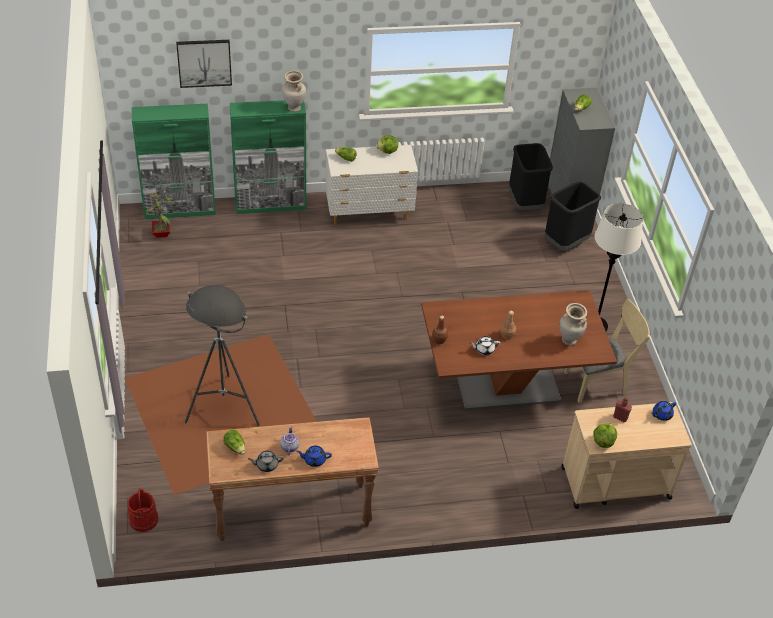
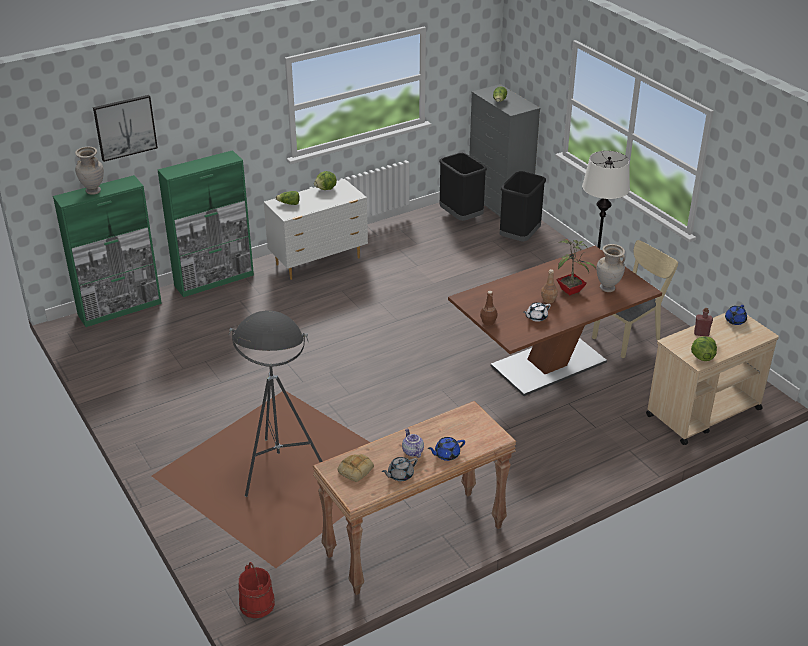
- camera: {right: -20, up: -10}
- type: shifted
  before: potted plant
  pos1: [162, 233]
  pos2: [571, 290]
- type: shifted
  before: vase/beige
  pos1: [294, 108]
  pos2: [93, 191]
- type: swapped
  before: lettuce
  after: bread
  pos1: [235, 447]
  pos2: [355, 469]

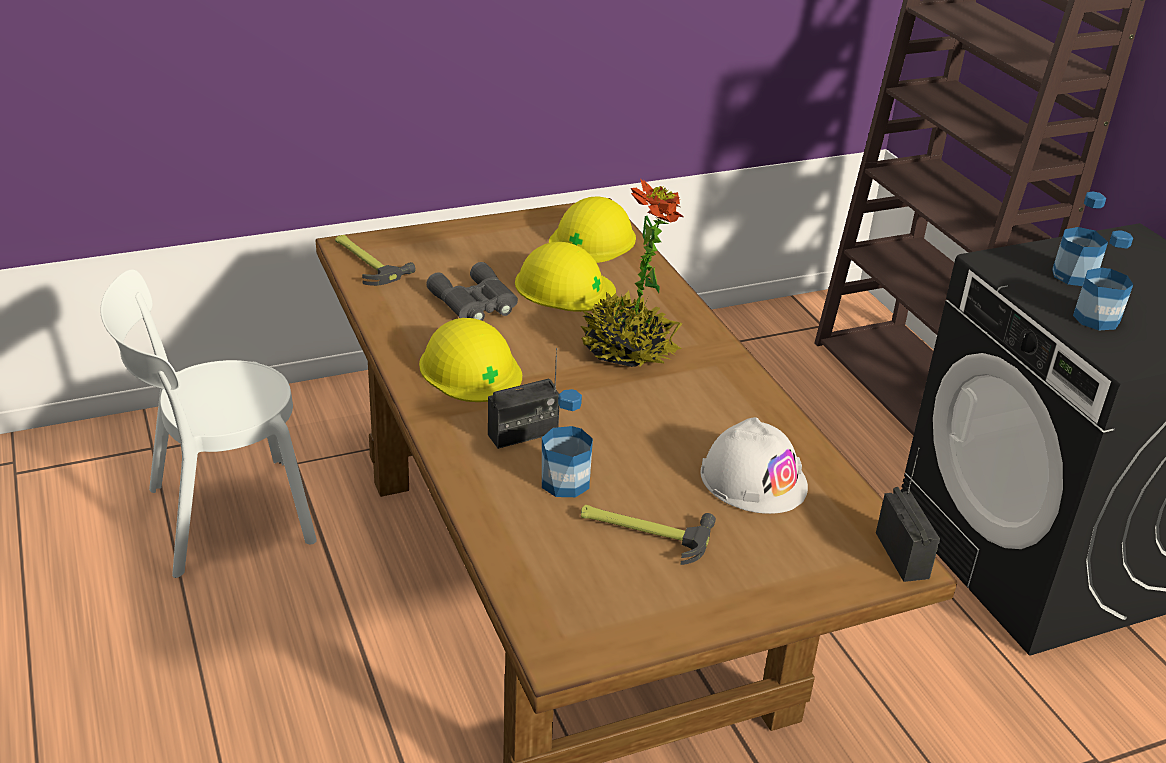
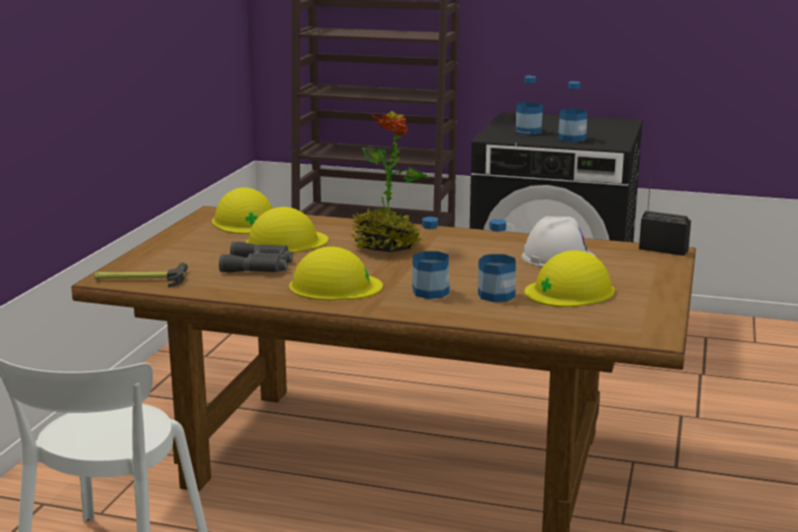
- camera: {right: -50, up: -15}
- type: swapped
  before: radio
  after: bottle
  pos1: [523, 434]
  pos2: [431, 292]
- type: swapped
  before: hammer
  after: hard hat/yellow
  pos1: [643, 531]
  pos2: [570, 291]

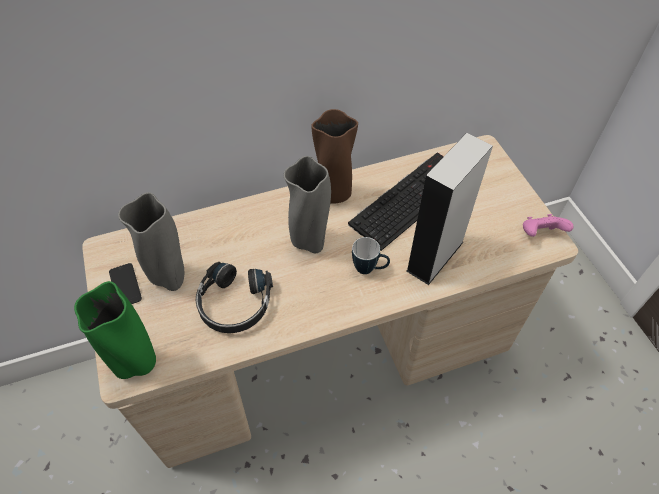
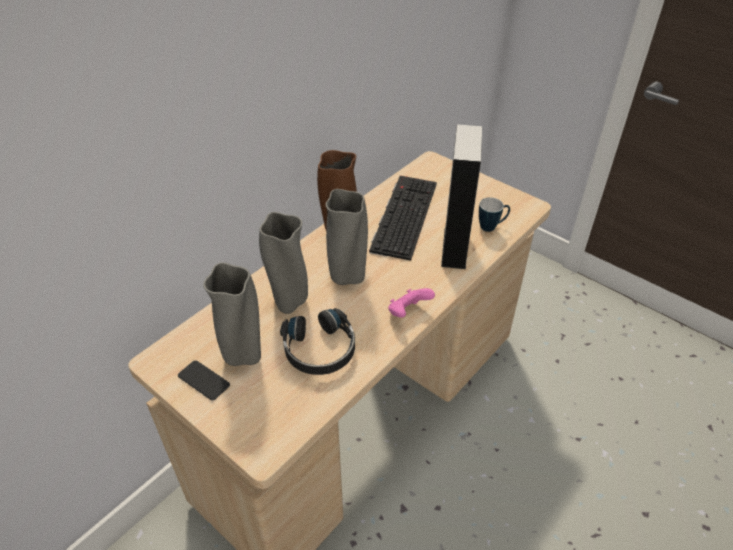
- camera: {right: -30, up: -10}
- type: gone
  before: vase/green
  pos1: [136, 364]
- type: new
  after: vase/grey
  pos2: [289, 303]
- type: shifted
  before: mug
  pos1: [369, 269]
  pos2: [491, 227]
- type: shifted
  before: game controller/pink
  pos1: [540, 234]
  pos2: [408, 312]

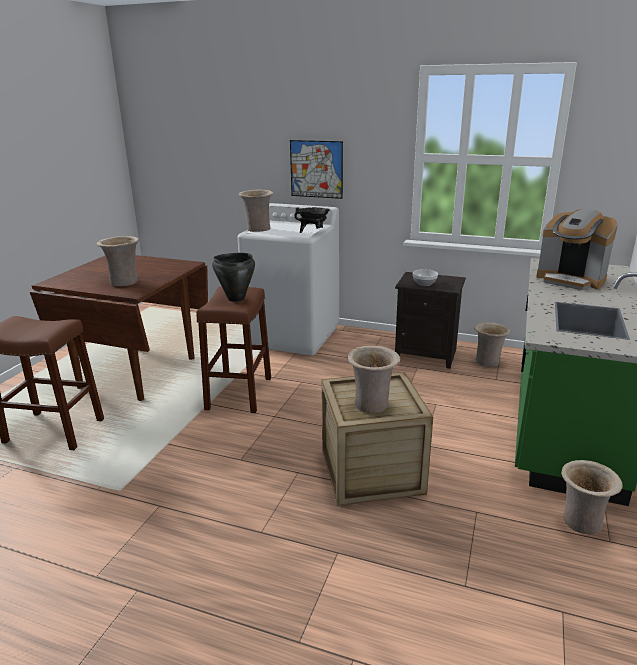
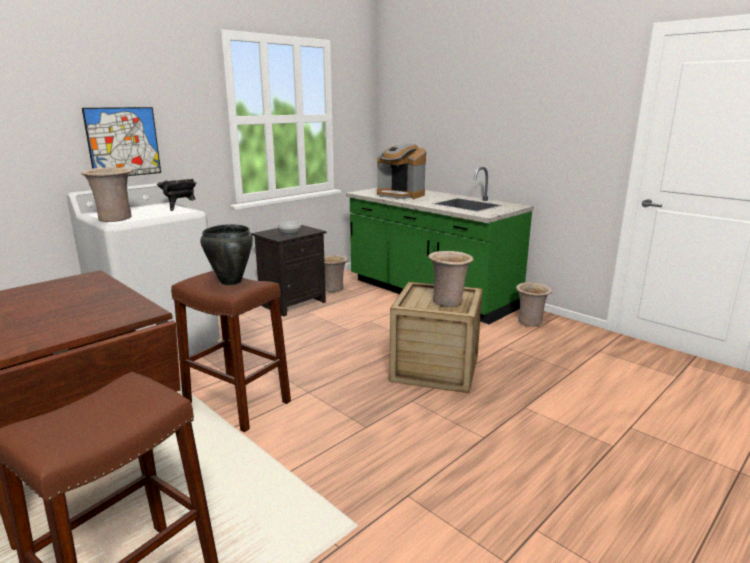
- camera: {right: -65, up: -5}
- type: gone
  before: vase/beige
  pos1: [124, 282]
- type: rotated
  before: coffee machine
  pos1: [570, 280]
  pos2: [400, 195]
  turn: 60

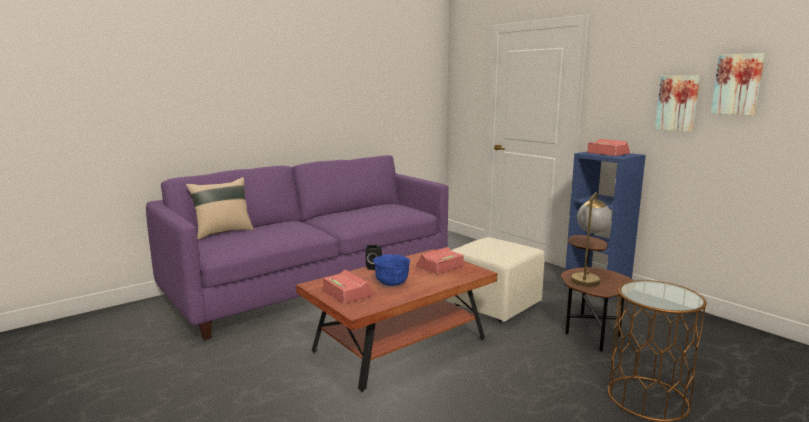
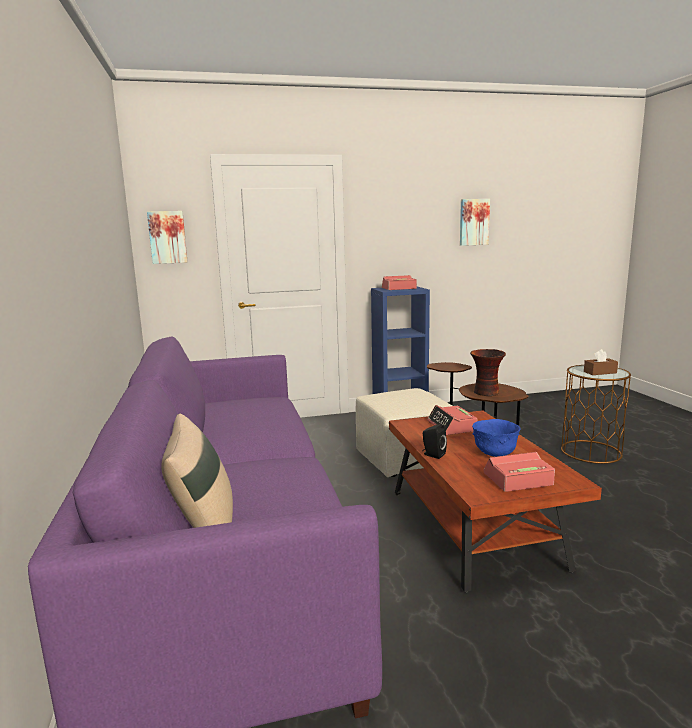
- camera: {right: -65, up: 0}
- type: new
  after: tissue box/brown
  pos2: [600, 372]
- type: shifted
  before: picture
  pos1: [678, 103]
  pos2: [167, 237]
- type: swapped
  before: table lamp
  after: vase
  pos1: [587, 278]
  pos2: [486, 392]

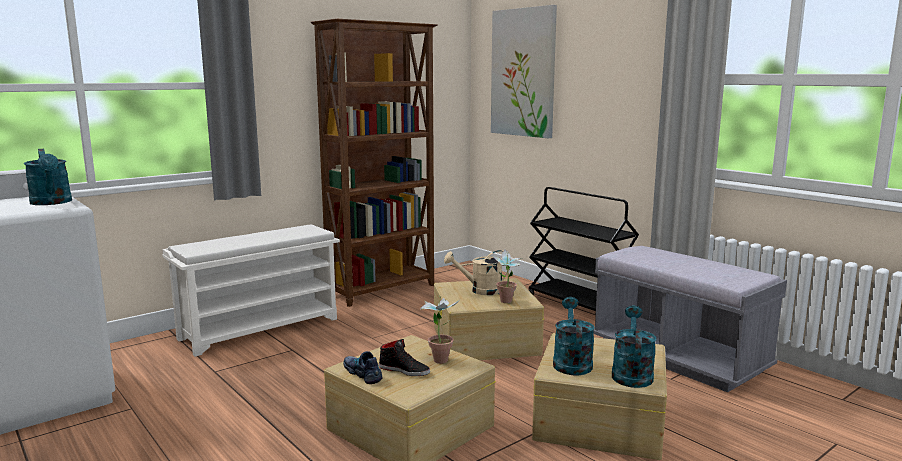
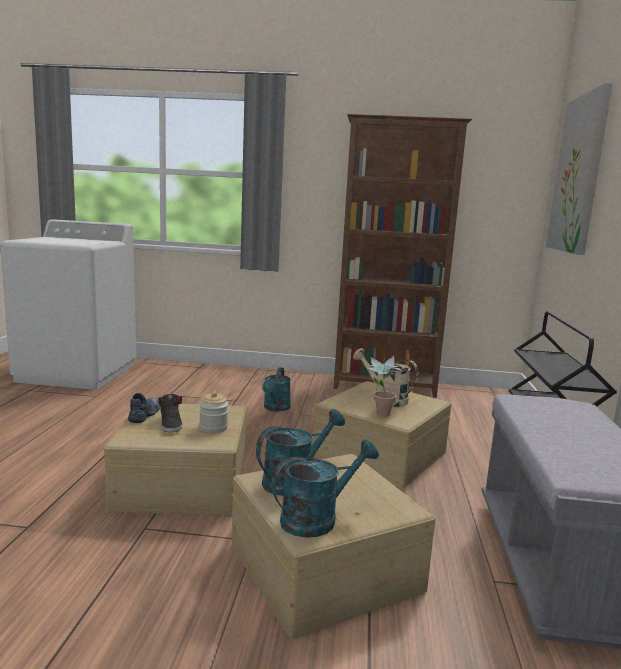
- camera: {right: 45, up: 0}
- type: gone
  before: shoe rack/white
  pos1: [261, 328]
- type: shifted
  before: watering can/turquoise
  pos1: [52, 203]
  pos2: [275, 408]
- type: swapped
  before: potted plant
  after: jar
  pos1: [440, 358]
  pos2: [213, 428]

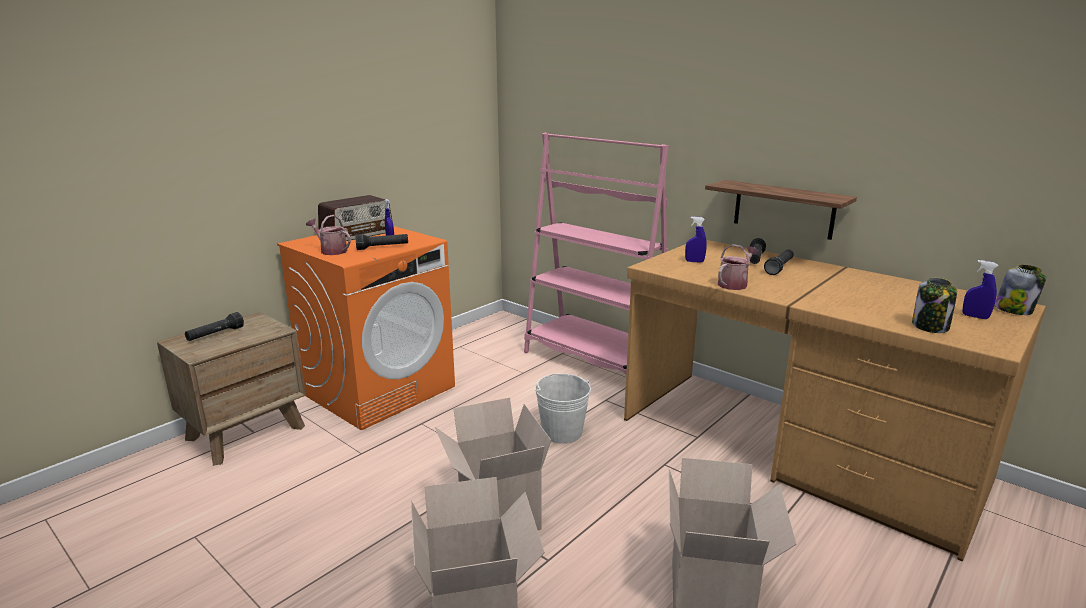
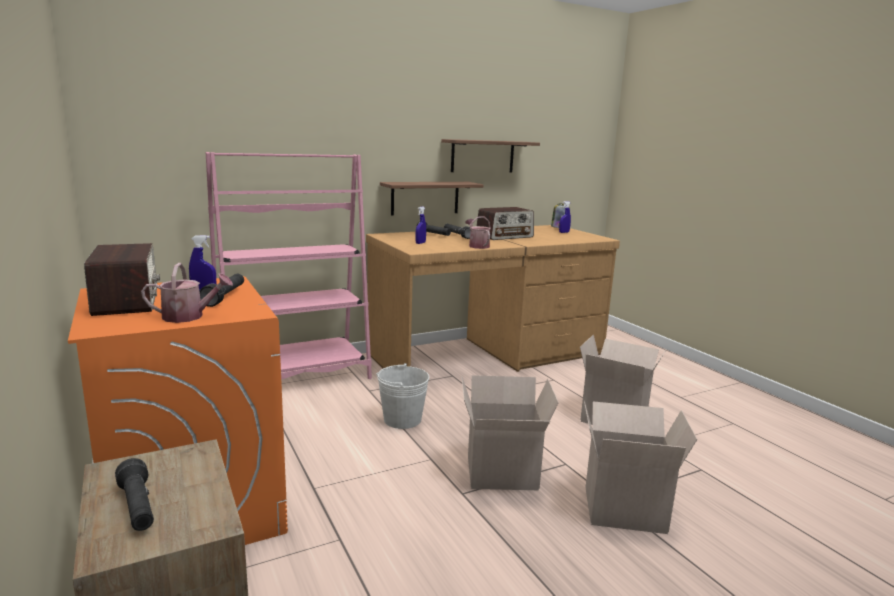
- camera: {right: -70, up: -5}
- type: gone
  before: jar
  pos1: [930, 326]
- type: new
  after: shelf
  pos2: [482, 156]
- type: new
  after: radio
  pos2: [505, 236]
- type: rotated
  before: watering can
  pos1: [331, 251]
  pos2: [189, 316]
  turn: -150

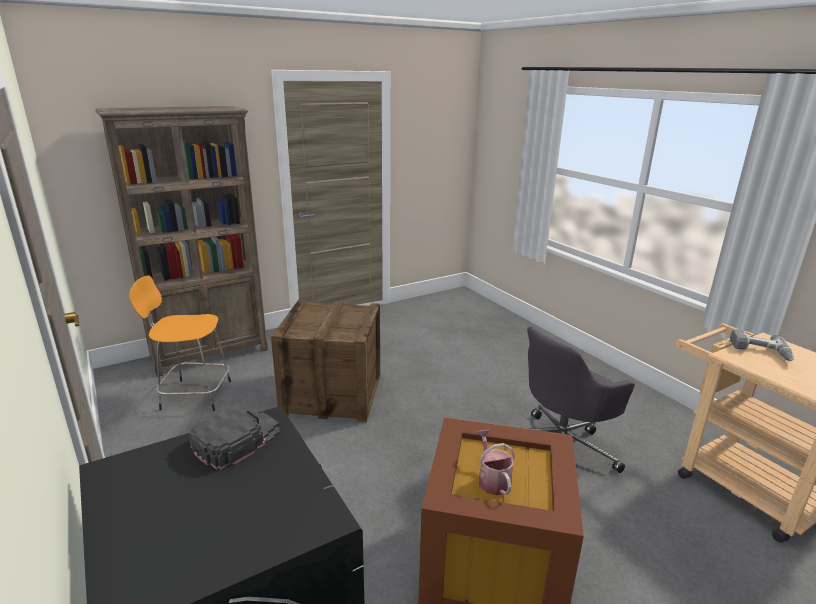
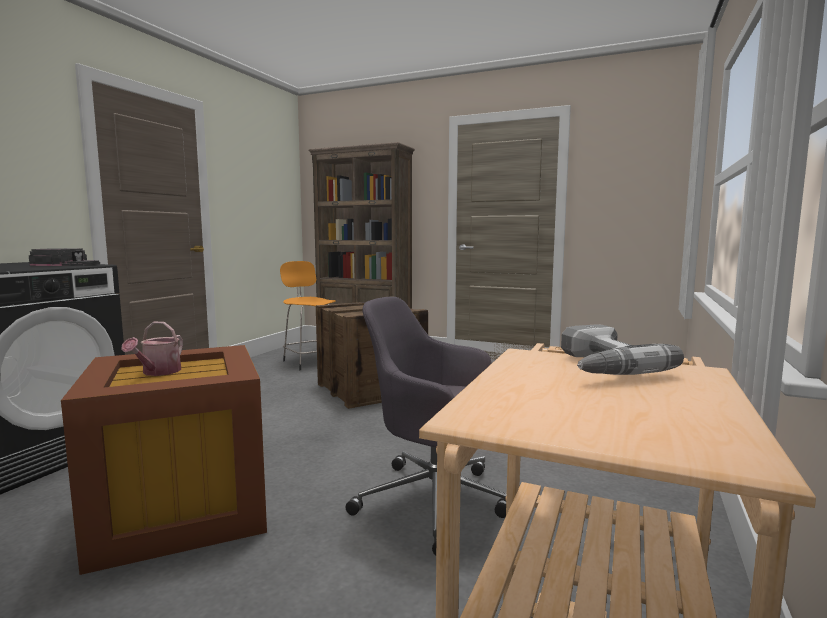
- camera: {right: 55, up: -15}
- type: rotated
  before: watering can
  pos1: [492, 479]
  pos2: [158, 372]
  turn: 150

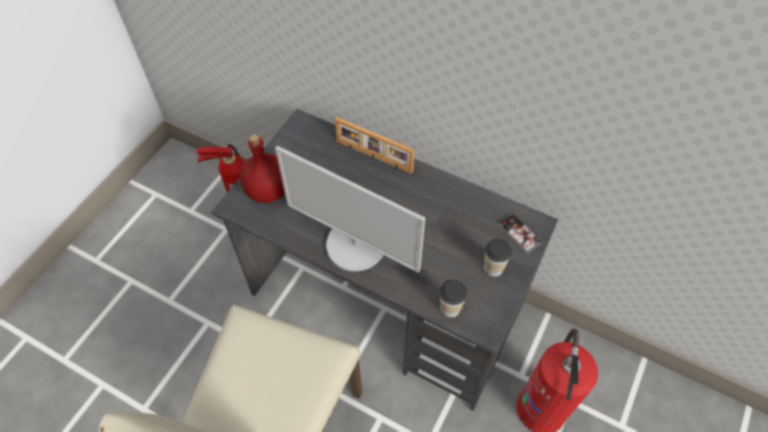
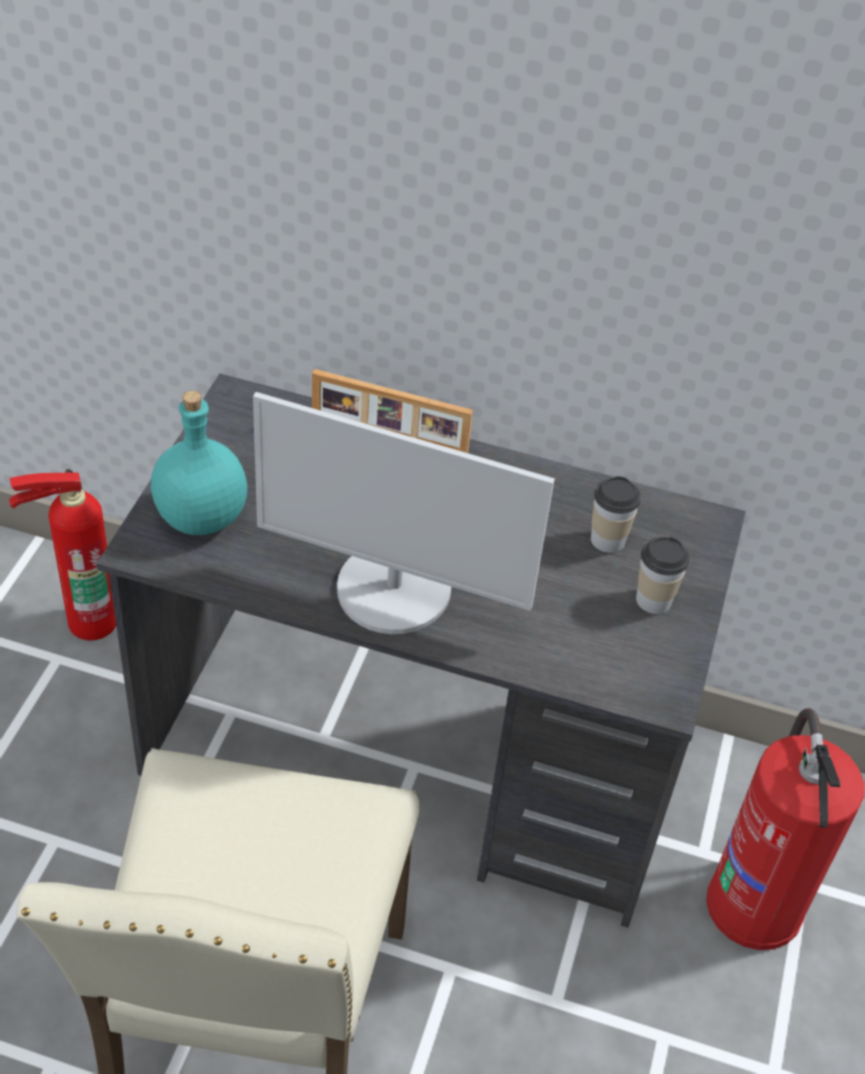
- camera: {right: -15, up: -10}
- type: gone
  before: phone
  pos1: [519, 233]
- type: shifted
  before: cup
  pos1: [450, 308]
  pos2: [607, 540]
- type: repainted
  before: bottle/red
  after: bottle/turquoise
  pos1: [267, 191]
  pos2: [199, 517]

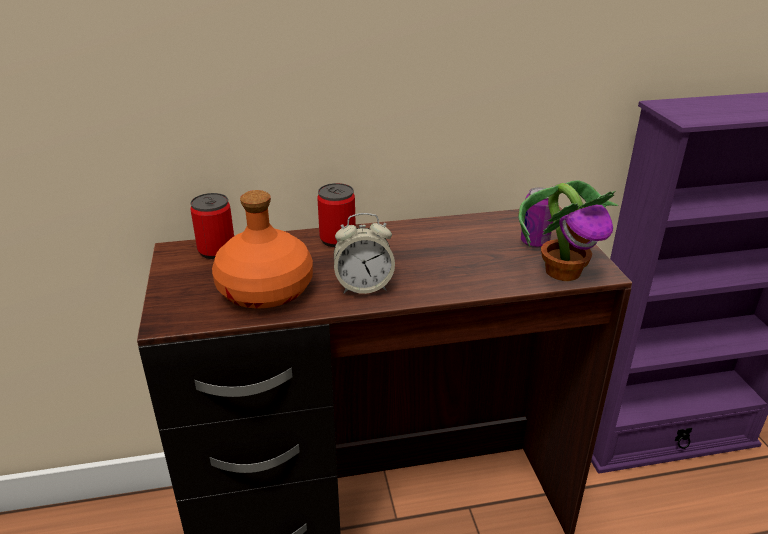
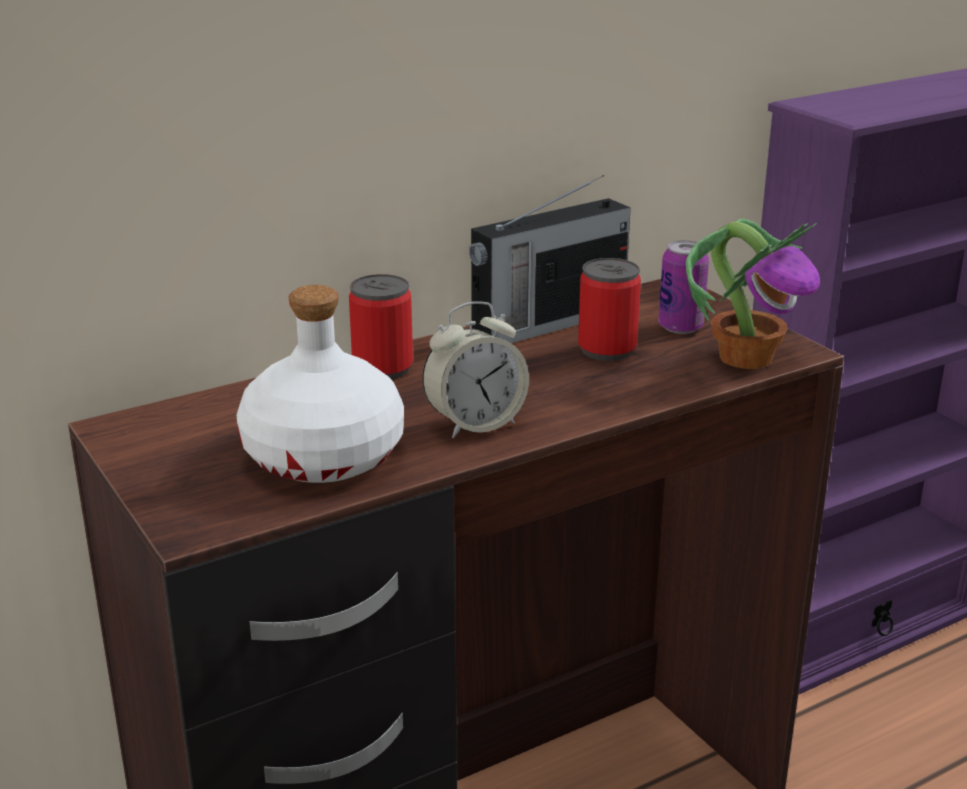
- camera: {right: -20, up: -5}
- type: new
  after: radio
  pos2: [546, 324]
- type: shifted
  before: can
  pos1: [217, 250]
  pos2: [607, 350]
- type: repainted
  before: bottle/orange
  after: bottle/white
  pos1: [264, 290]
  pos2: [322, 456]

